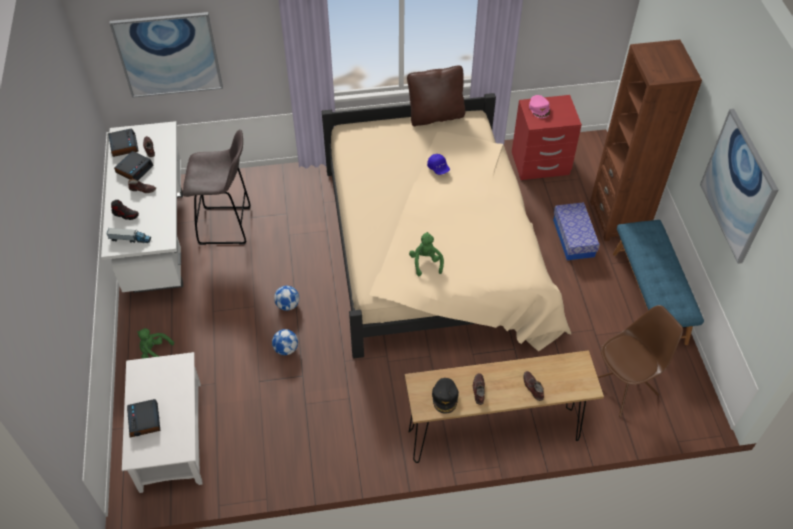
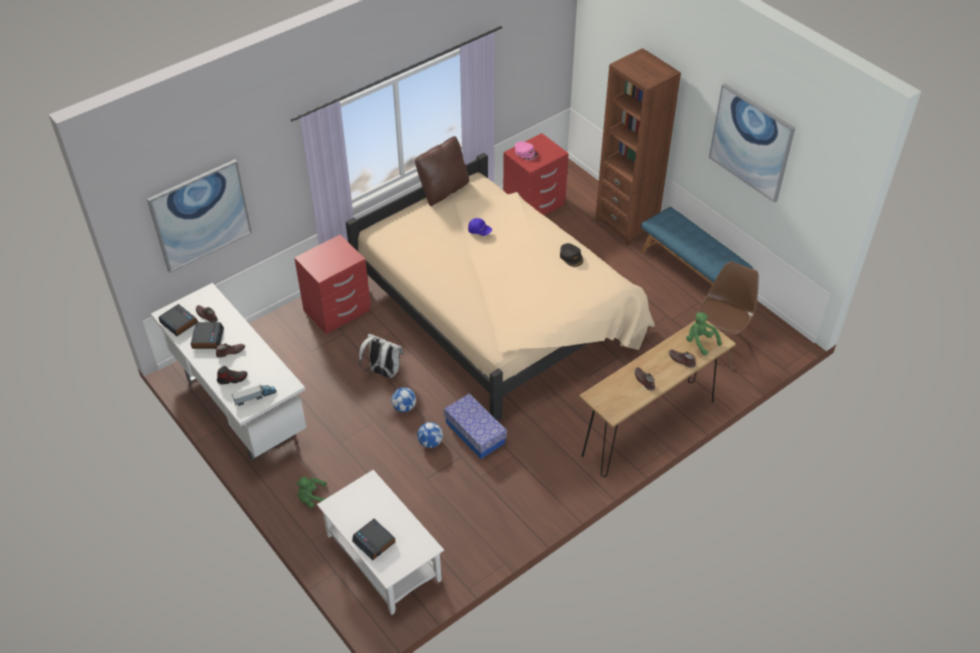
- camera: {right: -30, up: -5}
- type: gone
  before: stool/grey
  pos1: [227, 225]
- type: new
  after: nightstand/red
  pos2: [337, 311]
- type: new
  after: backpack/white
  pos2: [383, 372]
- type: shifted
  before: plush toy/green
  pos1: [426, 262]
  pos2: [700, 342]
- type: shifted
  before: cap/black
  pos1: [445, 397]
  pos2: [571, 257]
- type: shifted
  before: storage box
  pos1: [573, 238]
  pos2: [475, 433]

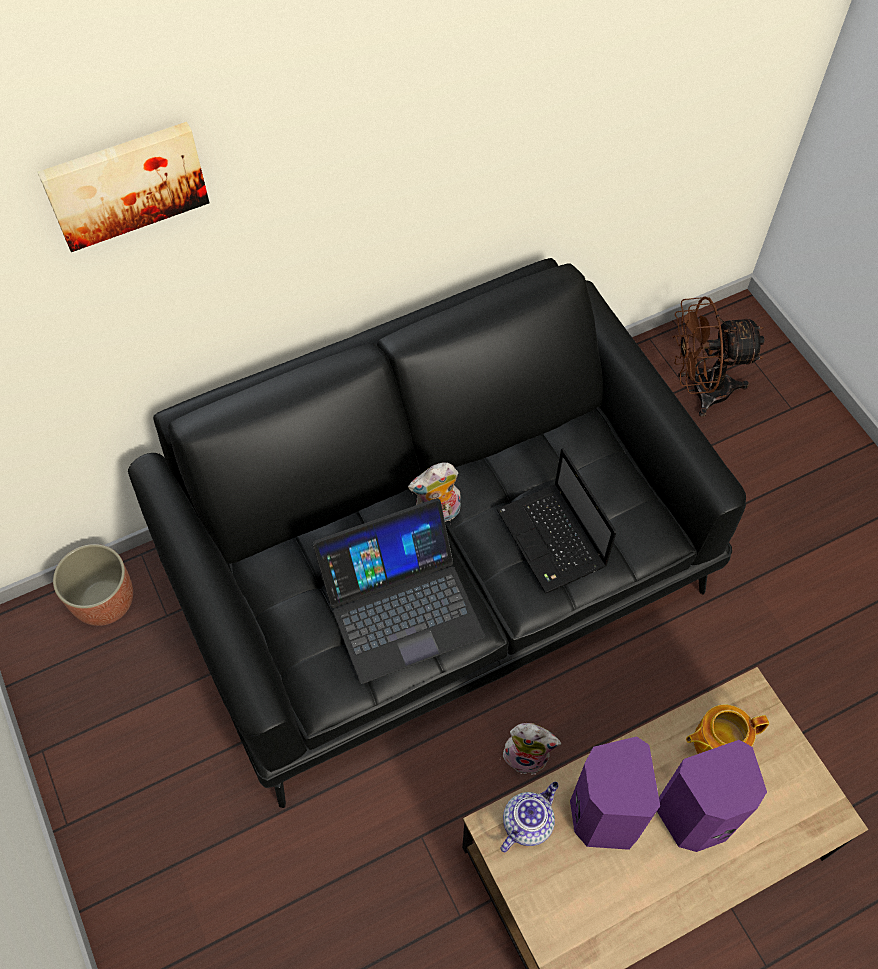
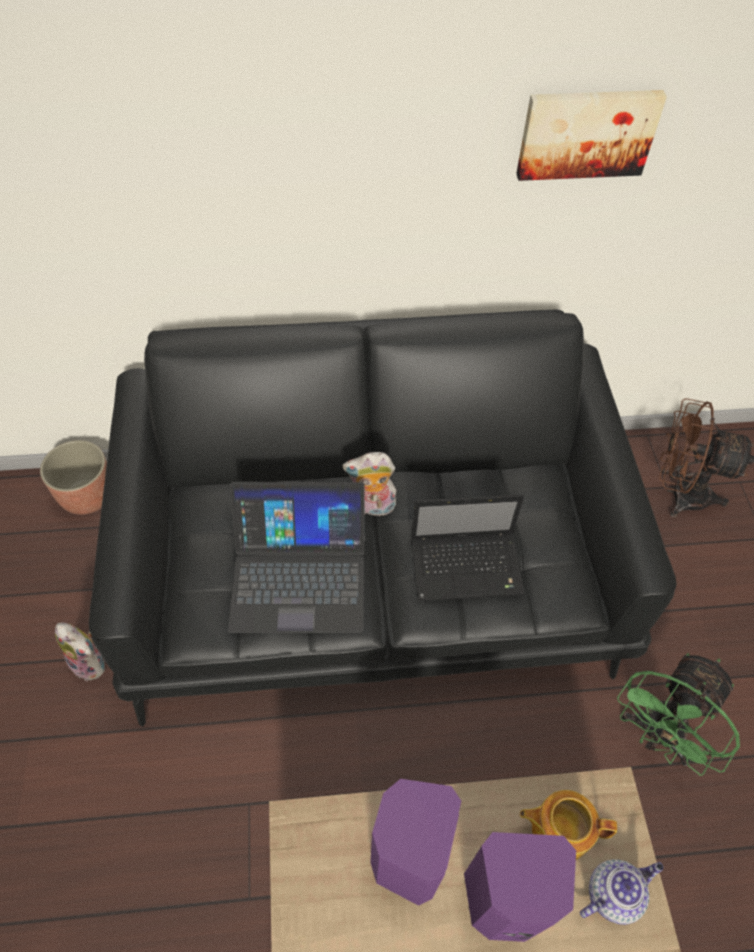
- camera: {right: 20, up: -5}
- type: new
  after: fan/green
  pos2: [656, 736]
- type: shifted
  before: picture
  pos1: [125, 183]
  pos2: [586, 133]
- type: shifted
  before: teapot
  pos1: [527, 822]
  pos2: [613, 893]
- type: shifted
  before: plush toy
  pos1: [527, 755]
  pos2: [91, 662]
- type: rotated
  before: laptop
  pos1: [553, 540]
  pos2: [468, 566]
  turn: -90

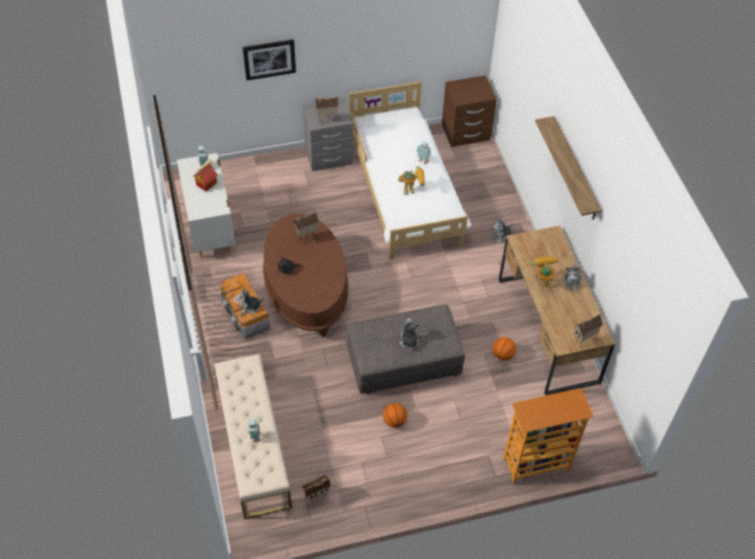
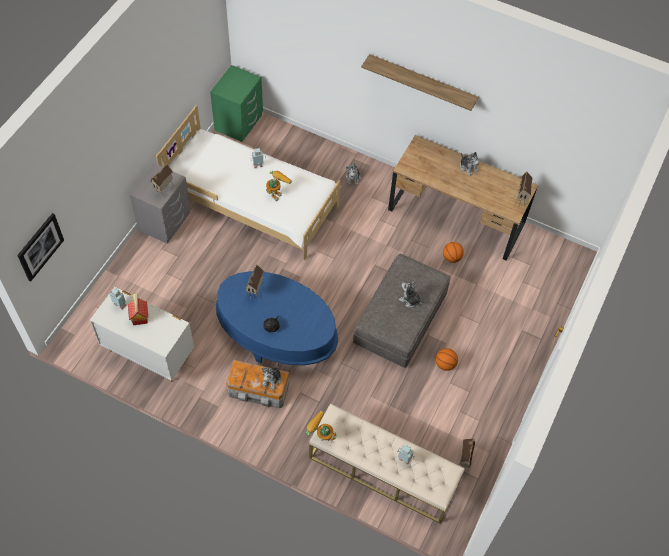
- camera: {right: -50, up: 5}
- type: gone
  before: bookcase
  pos1: [536, 465]
- type: shifted
  before: picture
  pos1: [269, 59]
  pos2: [40, 246]
- type: shifted
  before: toy robot
  pos1: [542, 280]
  pos2: [320, 436]
- type: repainted
  before: coffee table/brown
  after: coffee table/blue
  pos1: [306, 289]
  pos2: [276, 332]
- type: repainted
  before: nightstand/brown
  after: nightstand/green
  pos1: [466, 133]
  pos2: [239, 123]

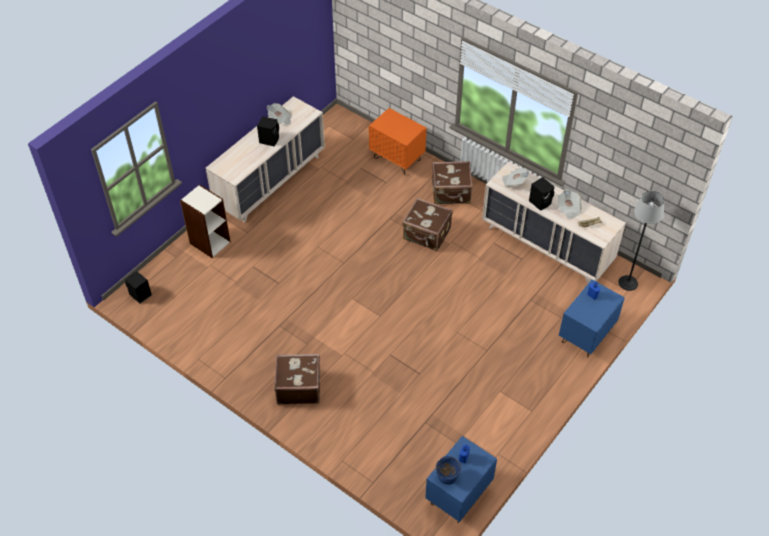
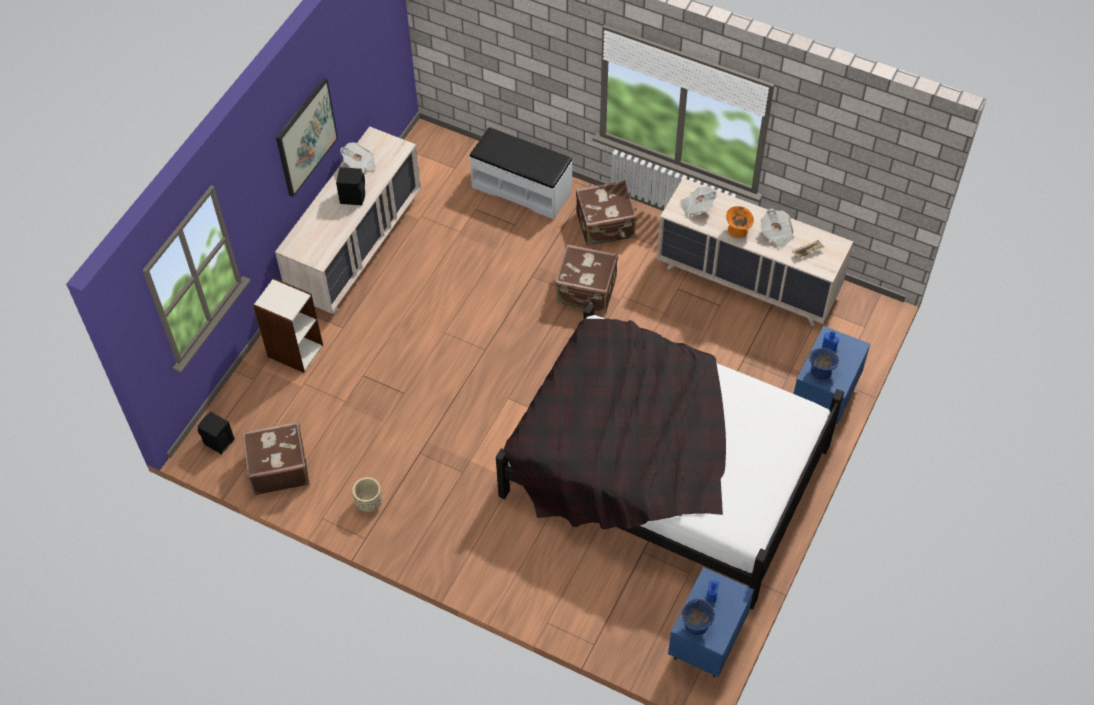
- camera: {right: -10, up: 5}
- type: gone
  before: floor lamp
  pos1: [628, 283]
- type: new
  after: picture
  pos2: [306, 137]
- type: new
  after: planter/beige
  pos2: [369, 503]
- type: new
  after: bed/black
  pos2: [663, 471]
- type: new
  after: bowl/blue
  pos2: [821, 370]
- type: shifted
  before: suitcase/brown
  pos1: [298, 387]
  pos2: [278, 468]
- type: swapped
  before: nightstand/orange
  after: bench/white
  pos1: [397, 159]
  pos2: [522, 188]
- type: swapped
  before: speaker/black
  after: bowl/orange
  pos1: [540, 202]
  pos2: [737, 230]

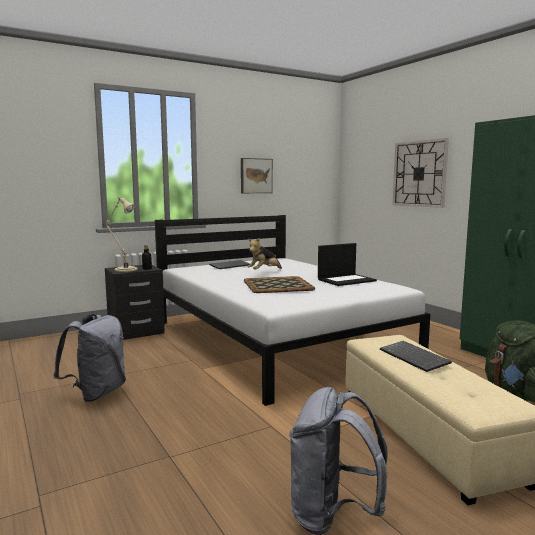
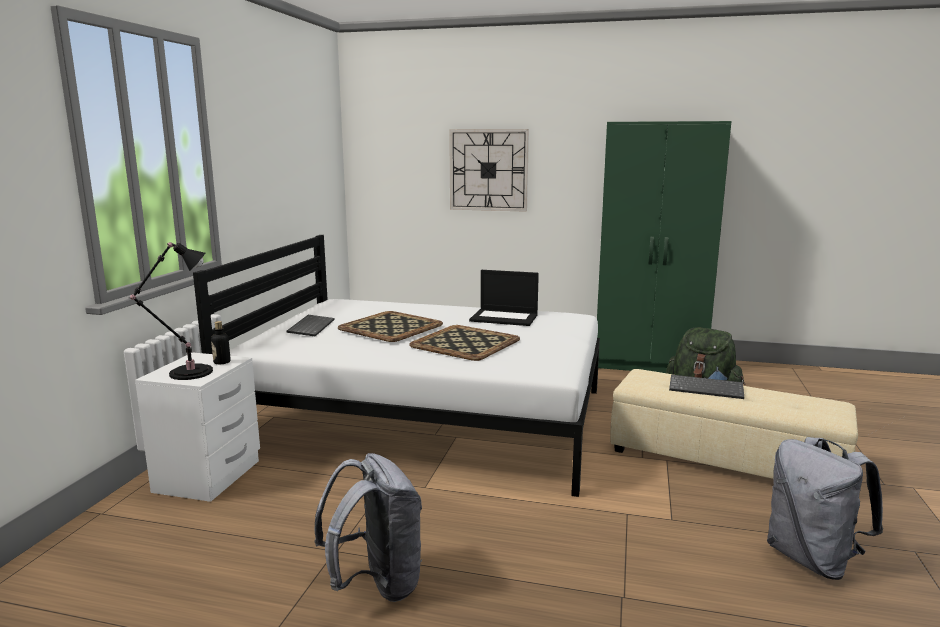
- camera: {right: -45, up: 5}
- type: gone
  before: picture
  pos1: [255, 176]
- type: swapped
  before: plush toy
  after: tray
  pos1: [264, 271]
  pos2: [390, 326]
- type: repainted
  before: table lamp/beige
  after: table lamp/black
  pos1: [124, 269]
  pos2: [187, 373]
- type: repainted
  before: nightstand/black
  after: nightstand/white
  pos1: [136, 332]
  pos2: [208, 476]
- type: rotated
  before: laptop
  pos1: [346, 280]
  pos2: [505, 318]
  turn: 90

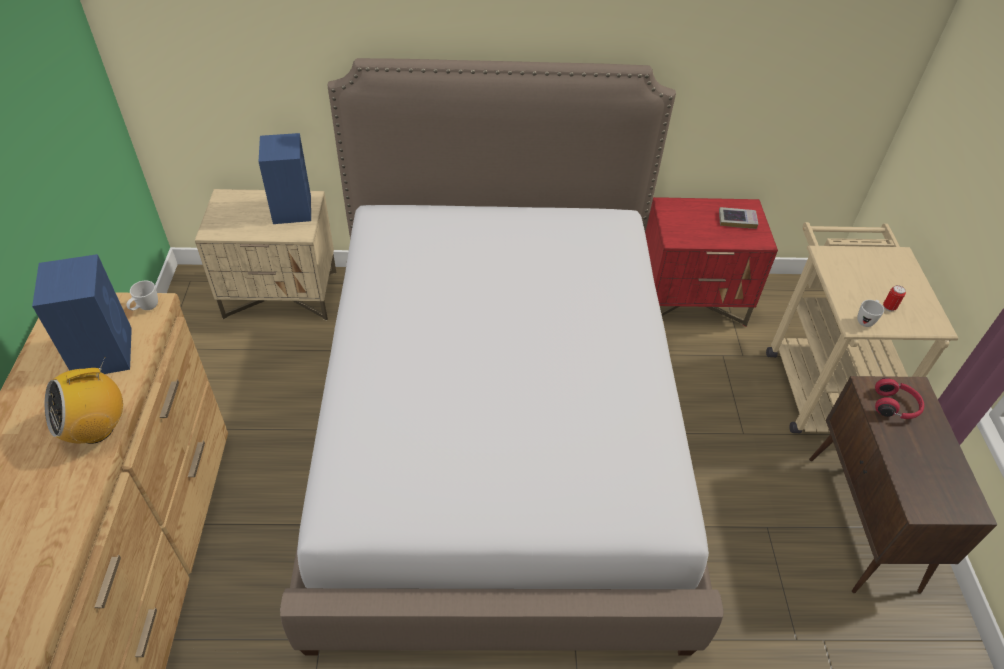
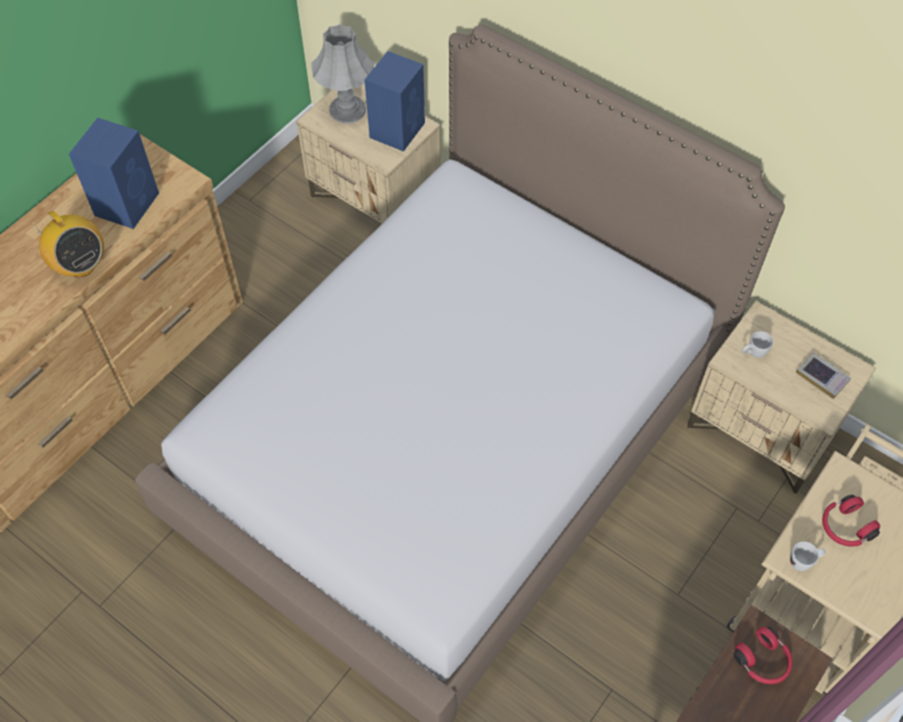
- camera: {right: 40, up: 10}
- type: gone
  before: can
  pos1: [889, 307]
- type: new
  after: table lamp/grey
  pos2: [347, 110]
- type: new
  after: headphones/red
  pos2: [844, 527]
- type: shifted
  before: mug/white
  pos1: [145, 308]
  pos2: [753, 353]
- type: repainted
  before: nightstand/red
  after: nightstand/beige
  pos1: [691, 300]
  pos2: [761, 431]
- type: rotated
  before: radio
  pos1: [96, 429]
  pos2: [80, 265]
  turn: -135

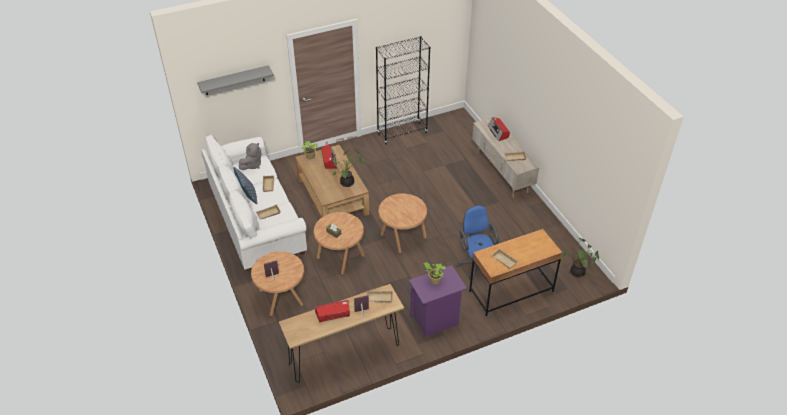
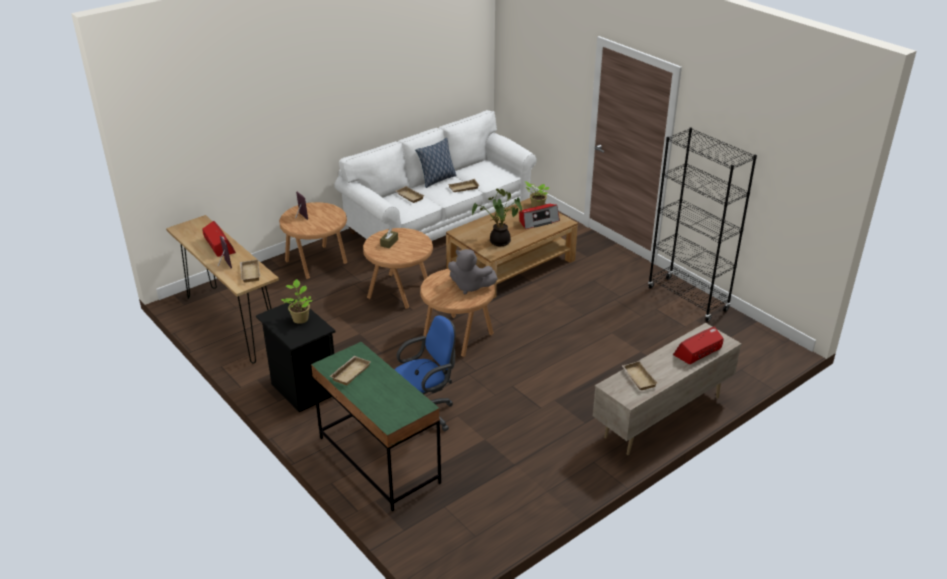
- camera: {right: 75, up: -10}
- type: gone
  before: shelf/grey
  pos1: [234, 80]
- type: gone
  before: potted plant
  pos1: [576, 273]
- type: shifted
  before: plush toy/grey
  pos1: [252, 165]
  pos2: [470, 286]
- type: repainted
  before: nightstand/purple
  after: nightstand/black
  pos1: [435, 320]
  pos2: [302, 389]
- type: repainted
  before: desk/brown
  after: desk/green
  pos1: [511, 291]
  pos2: [379, 460]

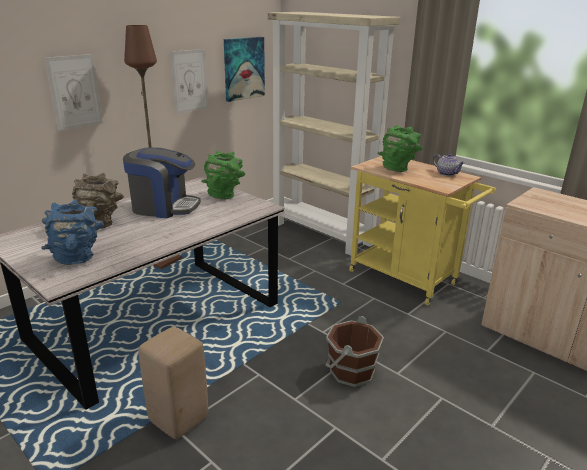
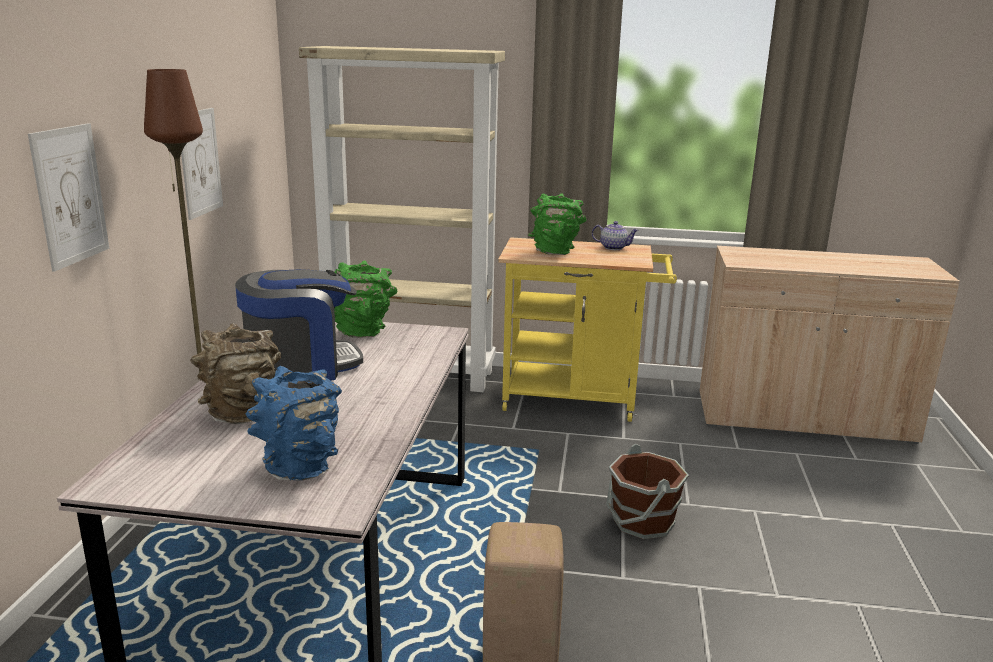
- camera: {right: -35, up: -5}
- type: gone
  before: picture
  pos1: [243, 68]

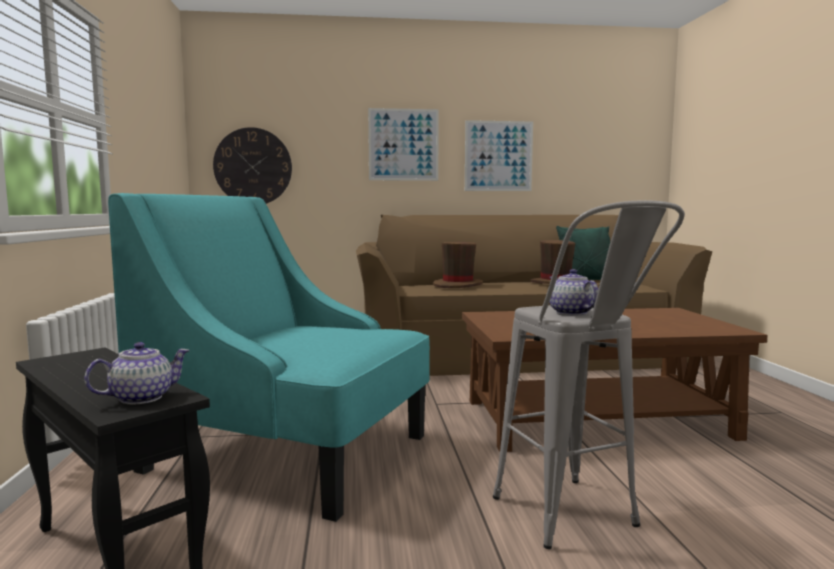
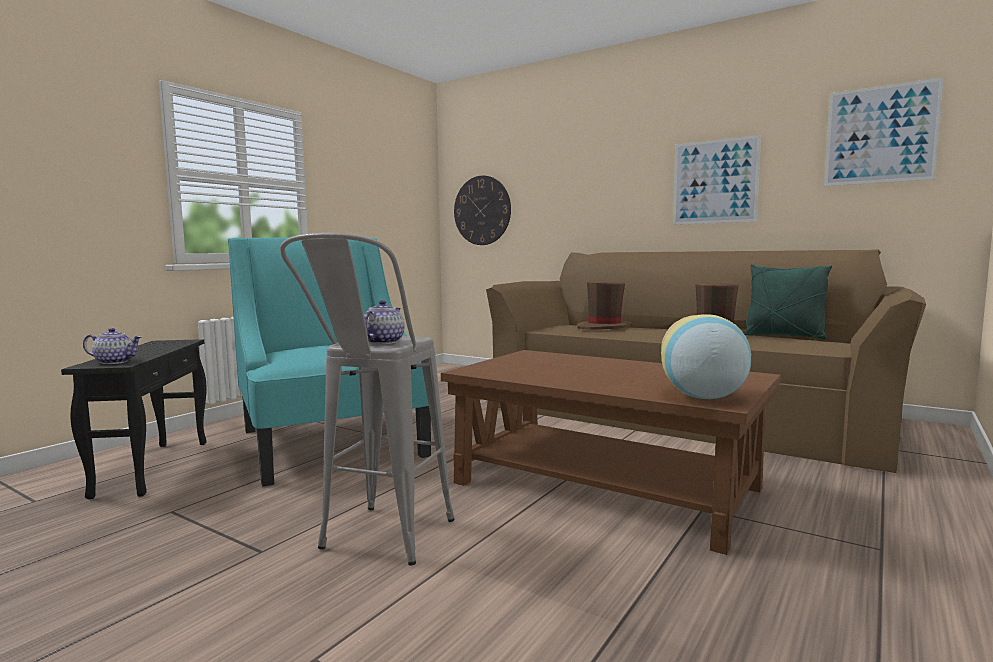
- camera: {right: 40, up: 0}
- type: new
  after: vase
  pos2: [703, 397]
- type: shifted
  before: picture
  pos1: [403, 145]
  pos2: [880, 135]

